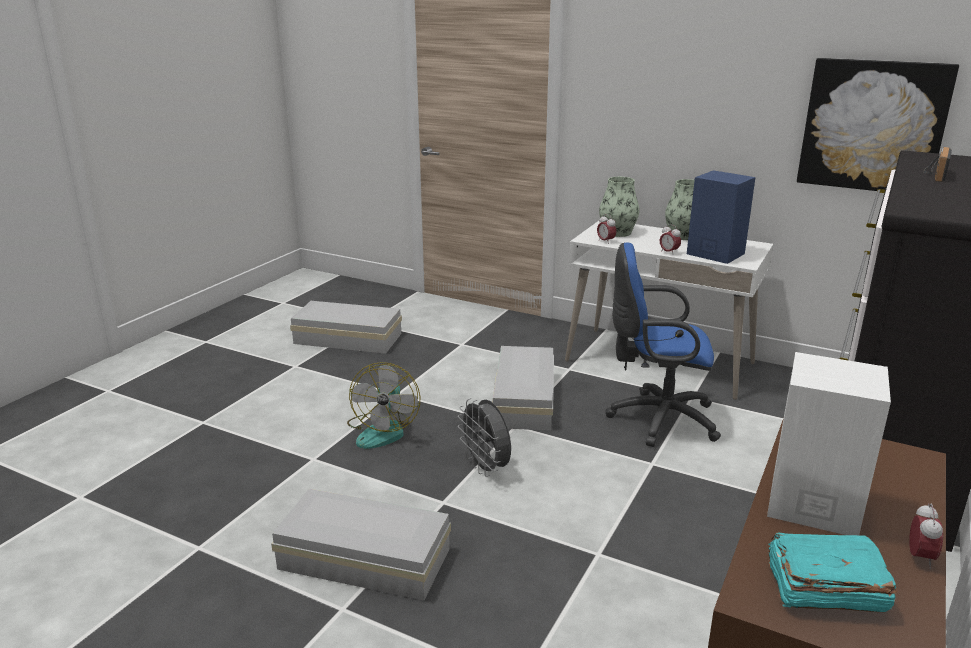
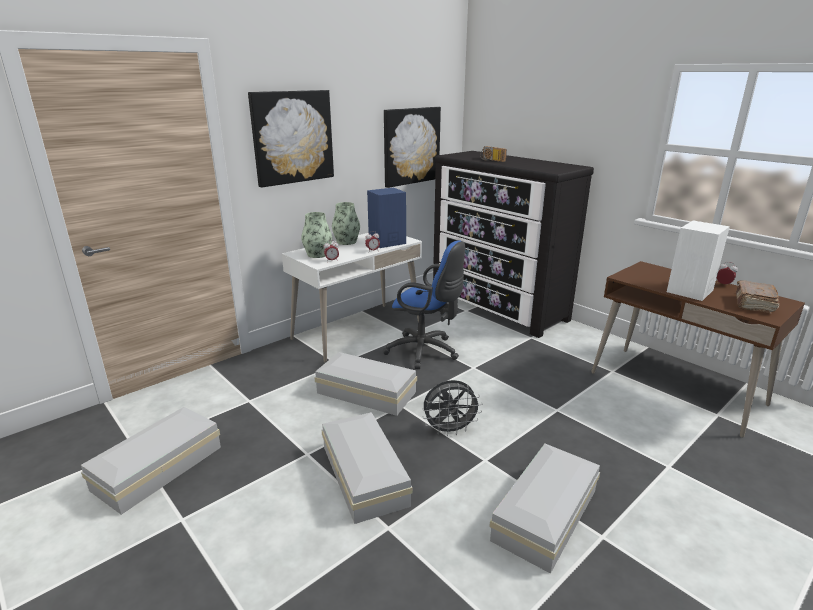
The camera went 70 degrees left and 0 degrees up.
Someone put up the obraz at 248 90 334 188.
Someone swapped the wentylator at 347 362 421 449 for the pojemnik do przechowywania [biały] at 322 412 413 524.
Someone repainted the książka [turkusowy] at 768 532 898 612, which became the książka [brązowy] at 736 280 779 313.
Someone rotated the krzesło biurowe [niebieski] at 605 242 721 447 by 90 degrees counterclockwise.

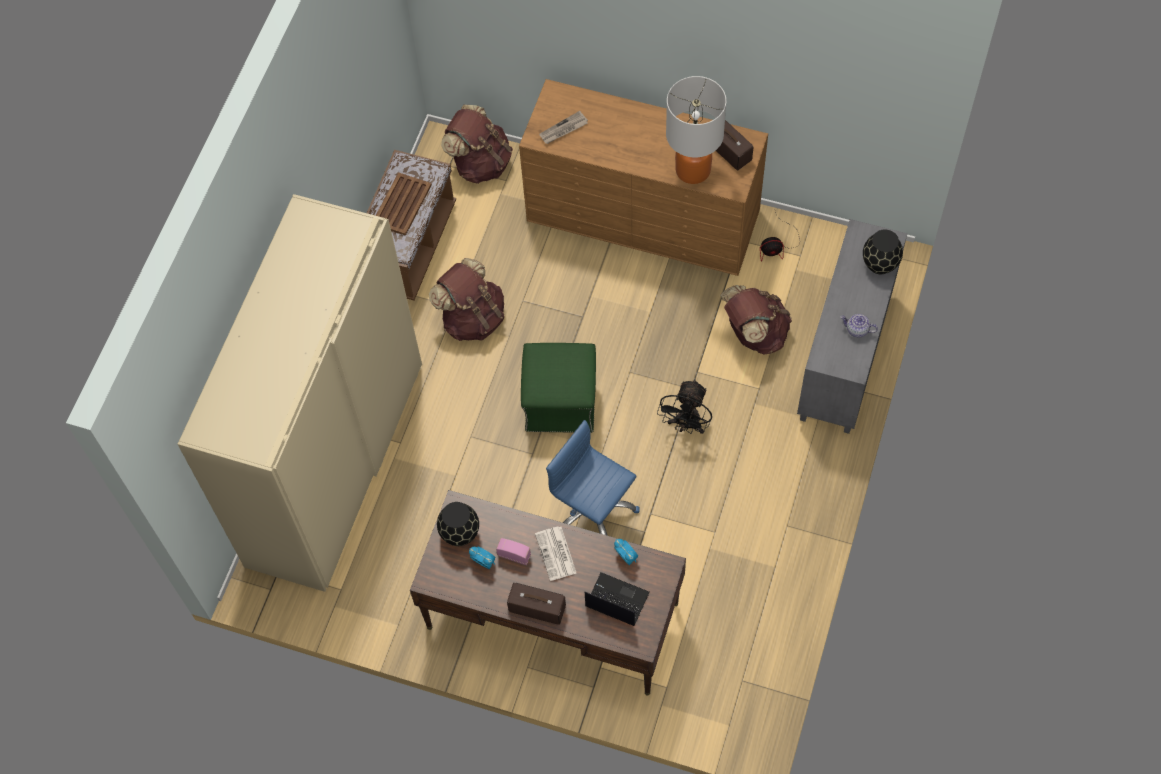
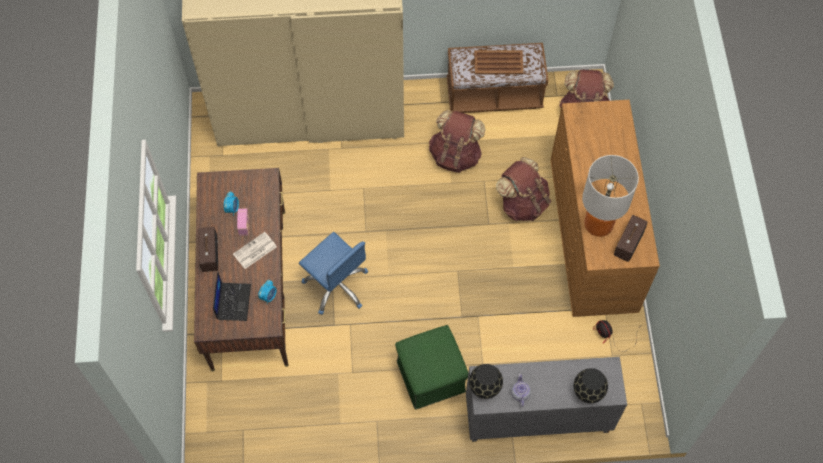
The camera went 65 degrees right and 0 degrees up.
Someone took away the gazeta at 539 111 588 144.
Someone took away the wentylator [czarny] at 657 379 712 434.
Someone carried the wazon [czarny] from 437 502 479 546 to 469 364 503 399.
Someone carried the pufa [zielony] from 521 343 596 433 to 395 325 468 410.
Someone carried the plecak [brązowy] from 720 285 792 355 to 496 157 551 221.
Someone rotated the krzesło biurowe [niebieski] at 546 420 640 535 by 120 degrees clockwise.

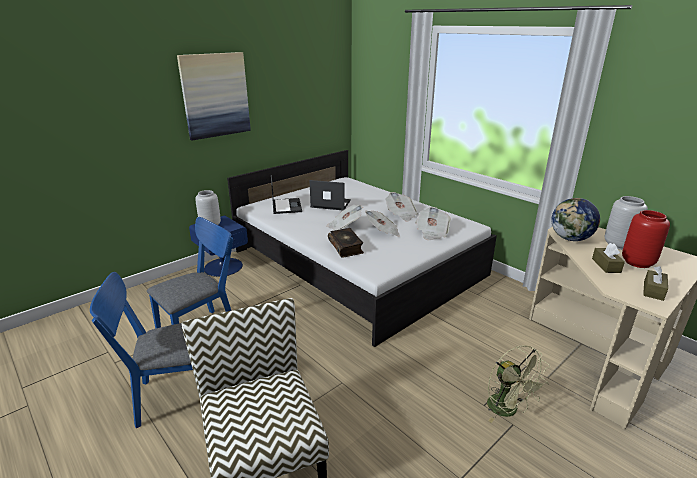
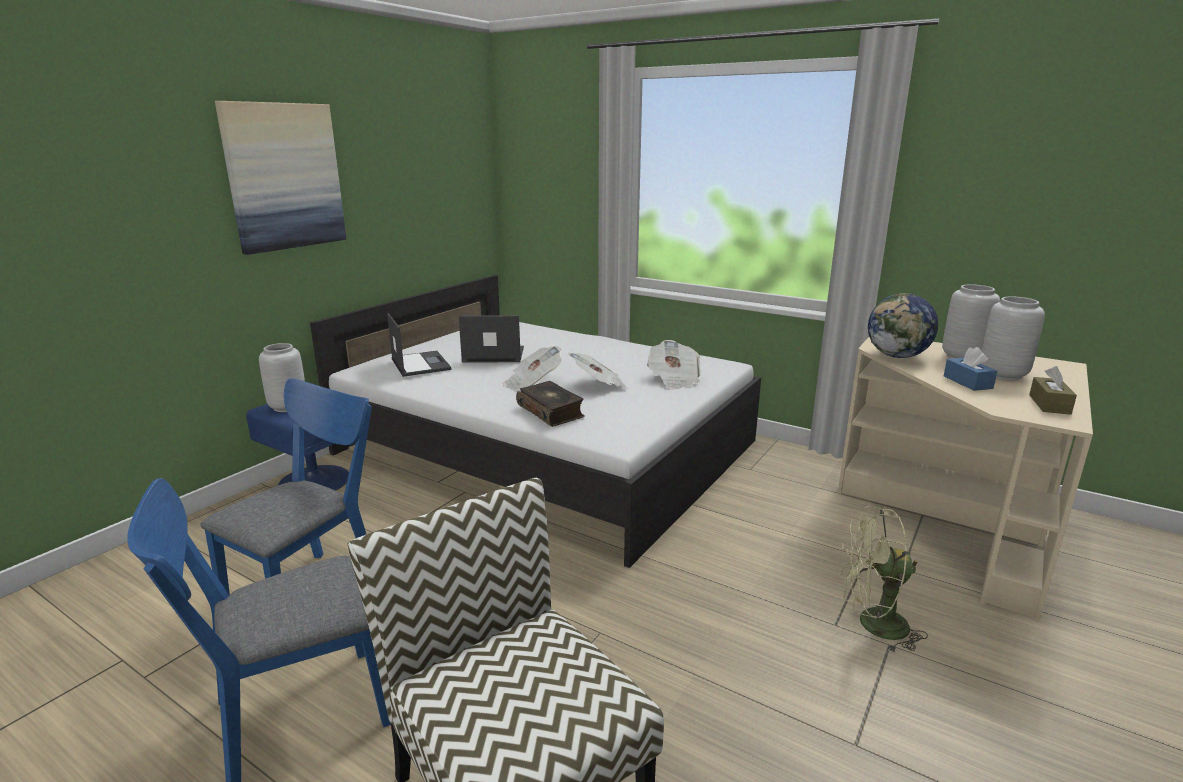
The camera went 15 degrees left and 5 degrees down.
Someone took away the gazeta at 385 192 418 222.
Someone repainted the pudełko chusteczek [brązowy] at 592 243 625 273, which became the pudełko chusteczek [niebieski] at 944 347 997 391.
Someone repainted the wazon [czerwony] at 622 210 670 268, which became the wazon [szary] at 981 297 1045 380.
Someone rotated the wentylator [zielony] at 487 345 550 423 by 135 degrees clockwise.

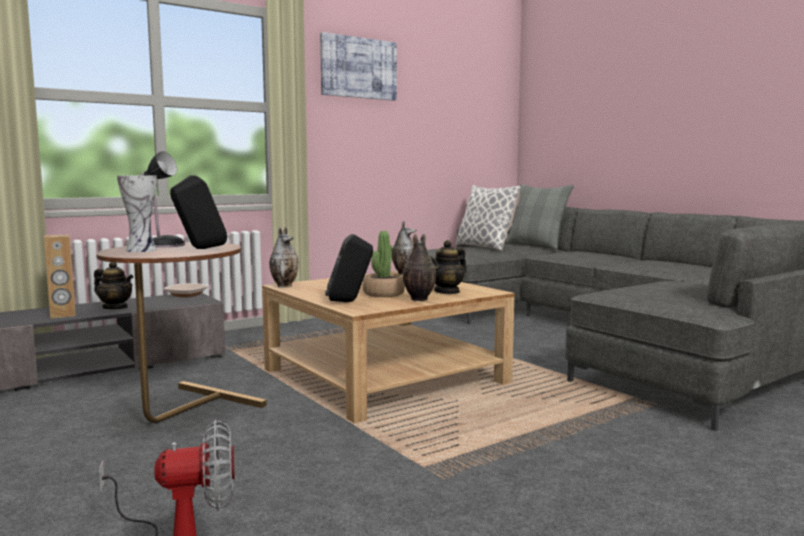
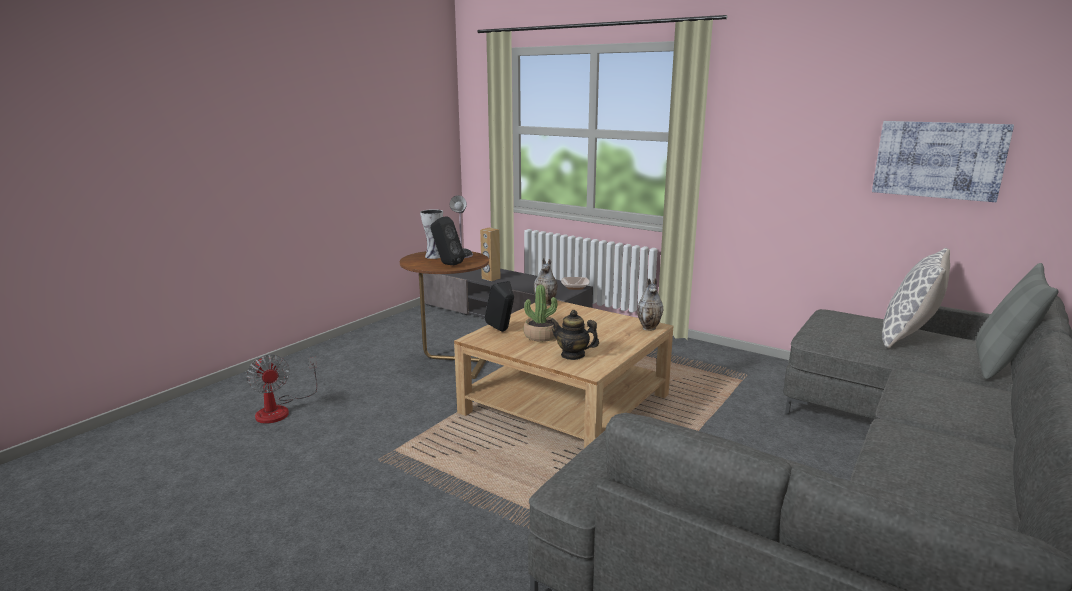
The camera went 70 degrees right and 10 degrees up.
Someone took away the imbryk at 94 262 134 309.
Someone took away the wazon at 403 233 436 301.
Someone carried the obraz from 320 32 397 101 to 872 121 1014 202.

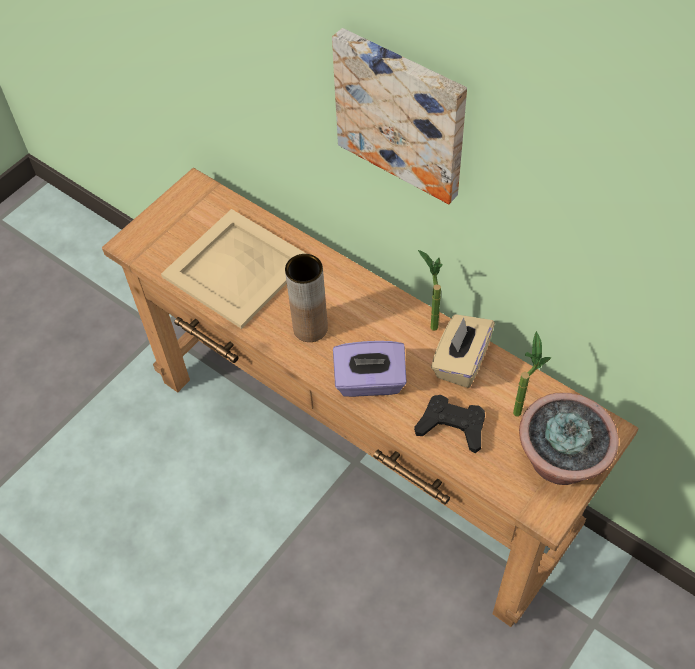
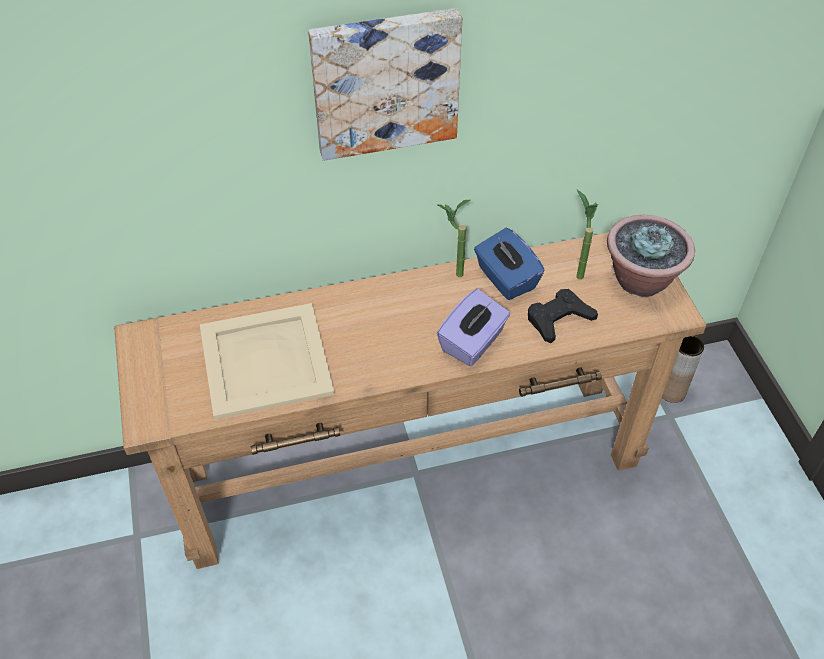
The camera went 55 degrees left and 5 degrees down.
Someone carried the wazon [brązowy] from 285 254 328 342 to 662 335 704 403.
Someone repainted the pudełko chusteczek [beżowy] at 431 314 495 388, which became the pudełko chusteczek [niebieski] at 474 228 545 300.

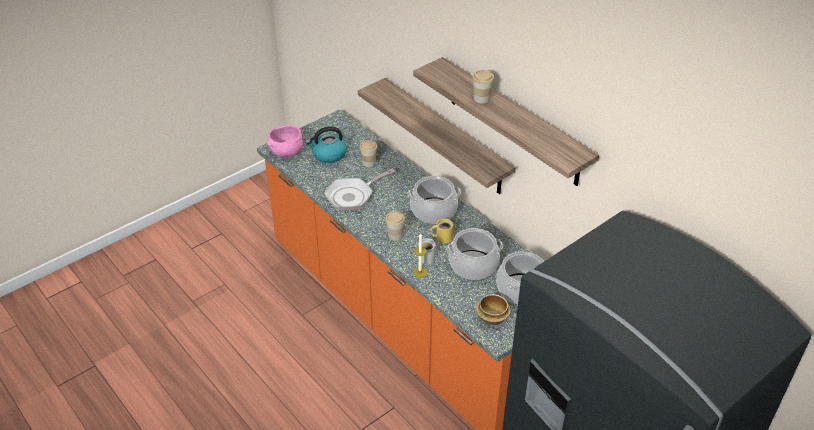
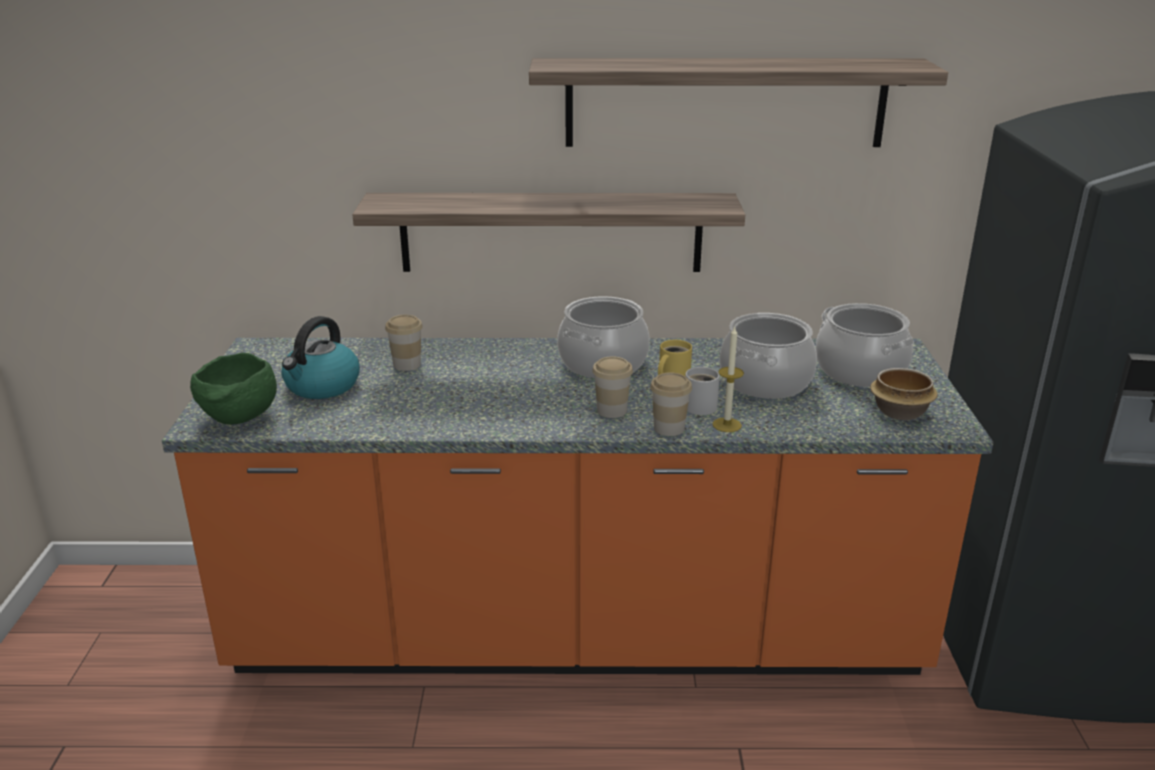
The camera went 50 degrees left and 15 degrees down.
Someone took away the patelnia at 324 168 395 211.
Someone carried the filiżanka from 472 70 494 103 to 650 372 692 436.
Someone repainted the miska [różowy] at 267 125 303 157, which became the miska [zielony] at 190 353 277 425.

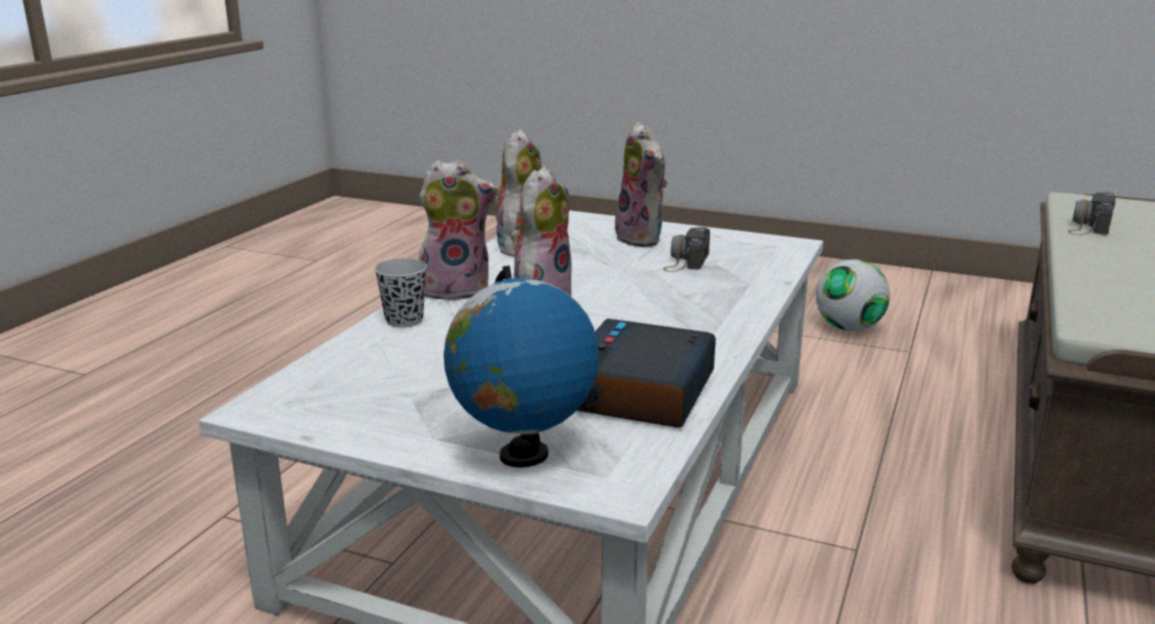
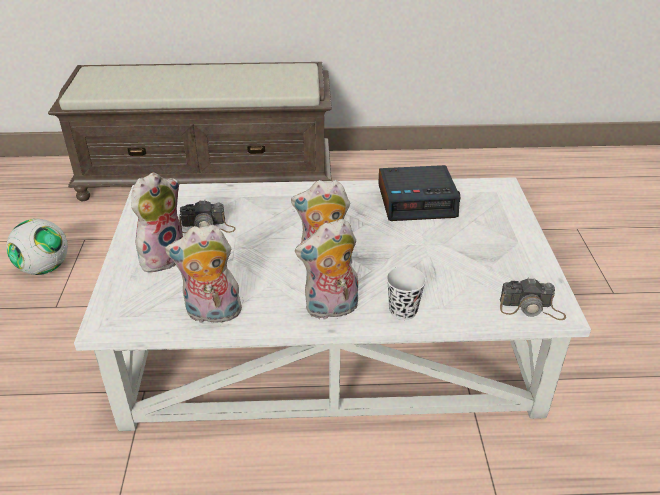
The camera went 115 degrees left and 15 degrees up.
Someone took away the globus at 444 266 599 468.
Someone carried the aparat fotograficzny from 1067 192 1115 235 to 500 278 566 320.
Someone repainted the filiżanka [czarny] at 374 258 427 328, which became the filiżanka [biały] at 386 266 426 320.
Someone rotated the pluszak at 419 160 498 301 by 75 degrees counterclockwise.

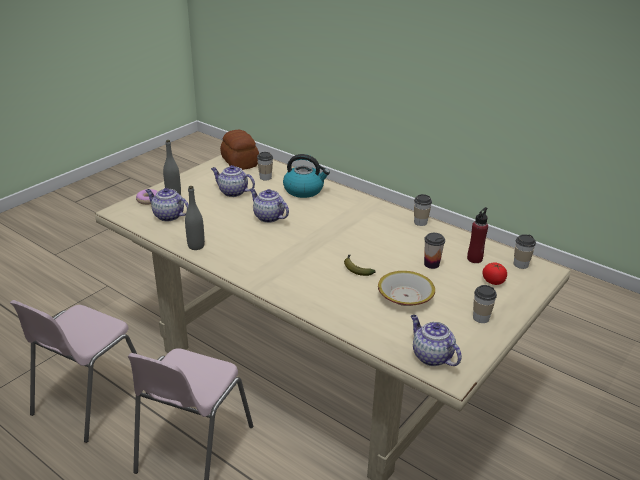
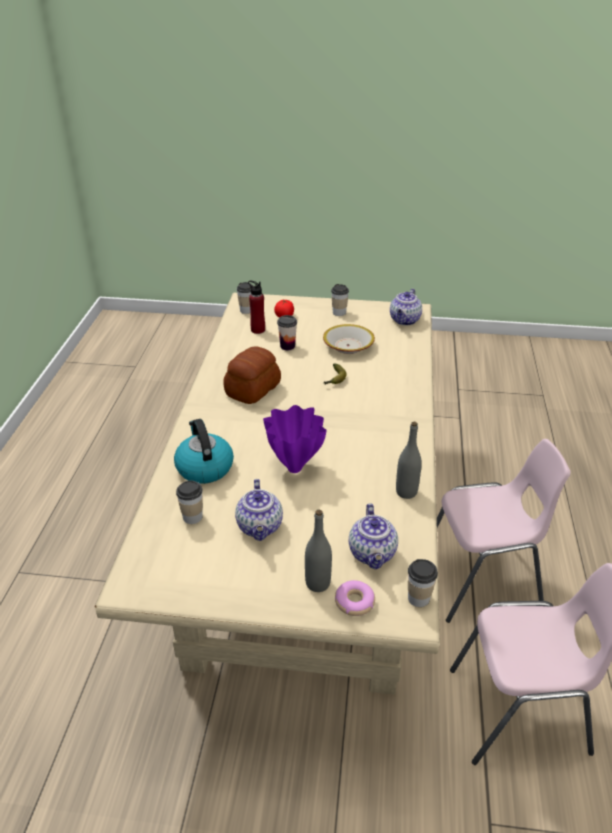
The camera went 120 degrees left and 5 degrees up.
Someone carried the chleb from 220 130 259 170 to 223 346 281 404.
Someone carried the filiżanka from 414 194 432 226 to 408 559 438 607.
Someone swapped the imbryk at 250 188 289 223 for the wazon [fioletowy] at 263 405 326 473.

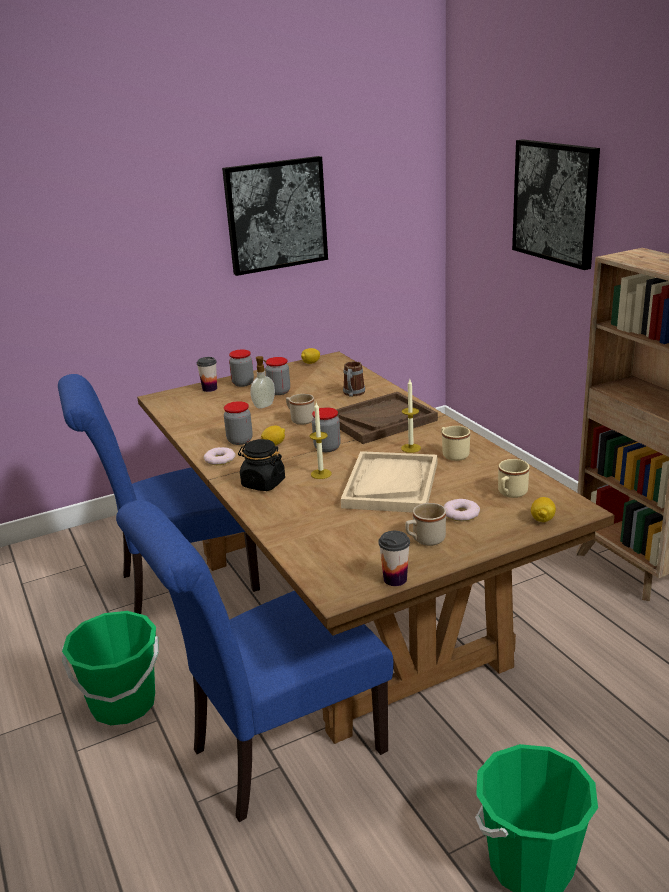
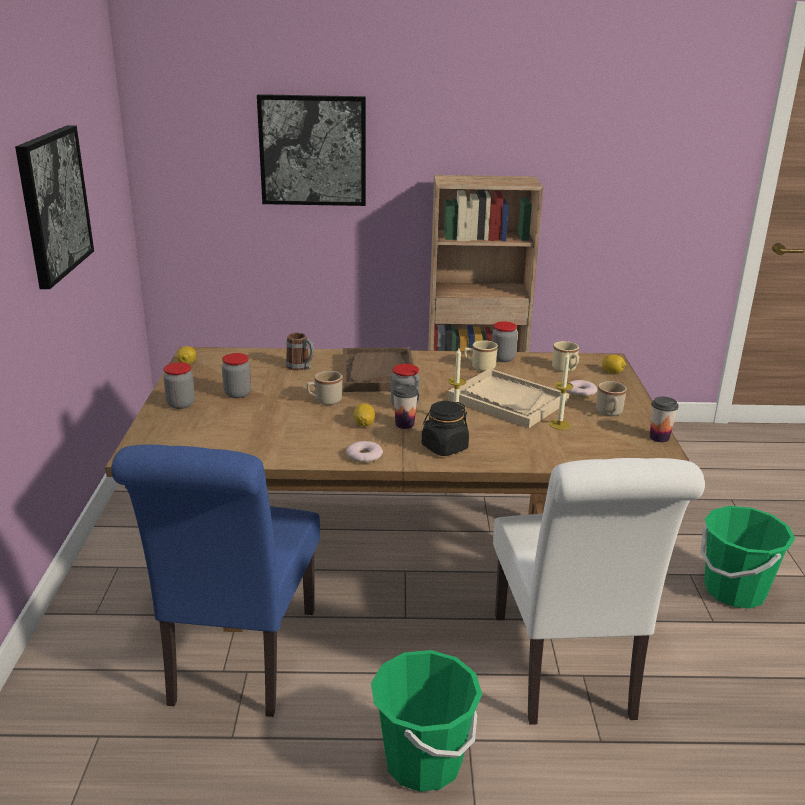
The camera went 65 degrees left and 0 degrees up.
Someone took away the dozownik mydła at 250 356 275 409.
Someone carried the filiżanka from 197 357 217 392 to 393 384 418 429.
Someone carried the słoik from 224 401 253 445 to 492 321 517 362.
Someone carried the świeca from 401 379 421 453 to 549 352 573 430.
Someone repainted the krzesło [niebieski] at 116 500 394 822, which became the krzesło [biały] at 493 458 705 725.

